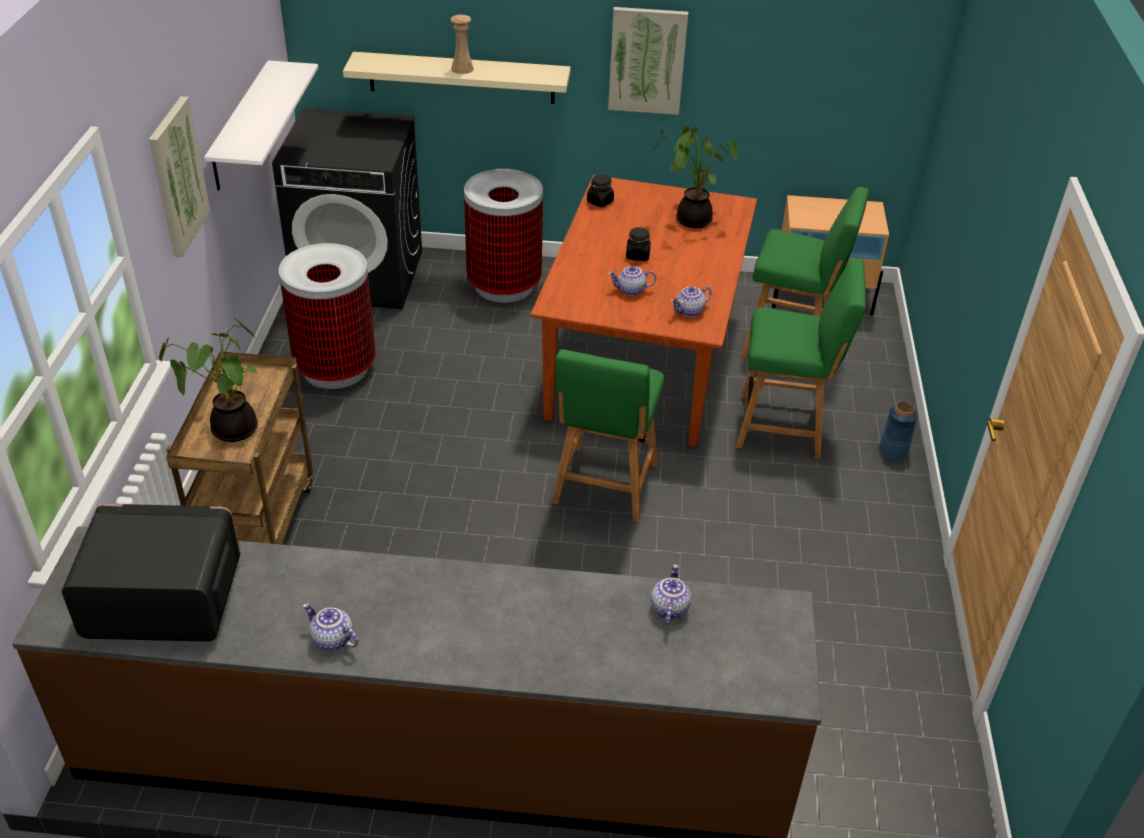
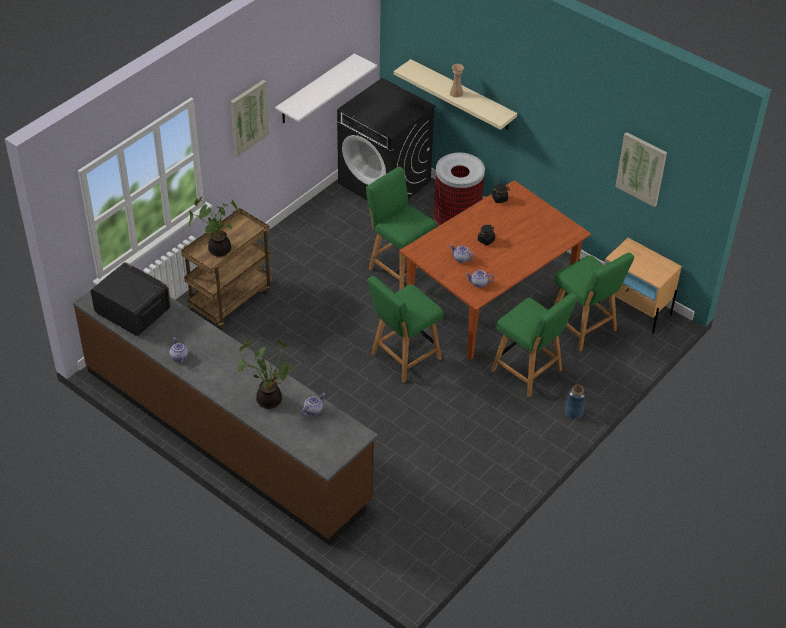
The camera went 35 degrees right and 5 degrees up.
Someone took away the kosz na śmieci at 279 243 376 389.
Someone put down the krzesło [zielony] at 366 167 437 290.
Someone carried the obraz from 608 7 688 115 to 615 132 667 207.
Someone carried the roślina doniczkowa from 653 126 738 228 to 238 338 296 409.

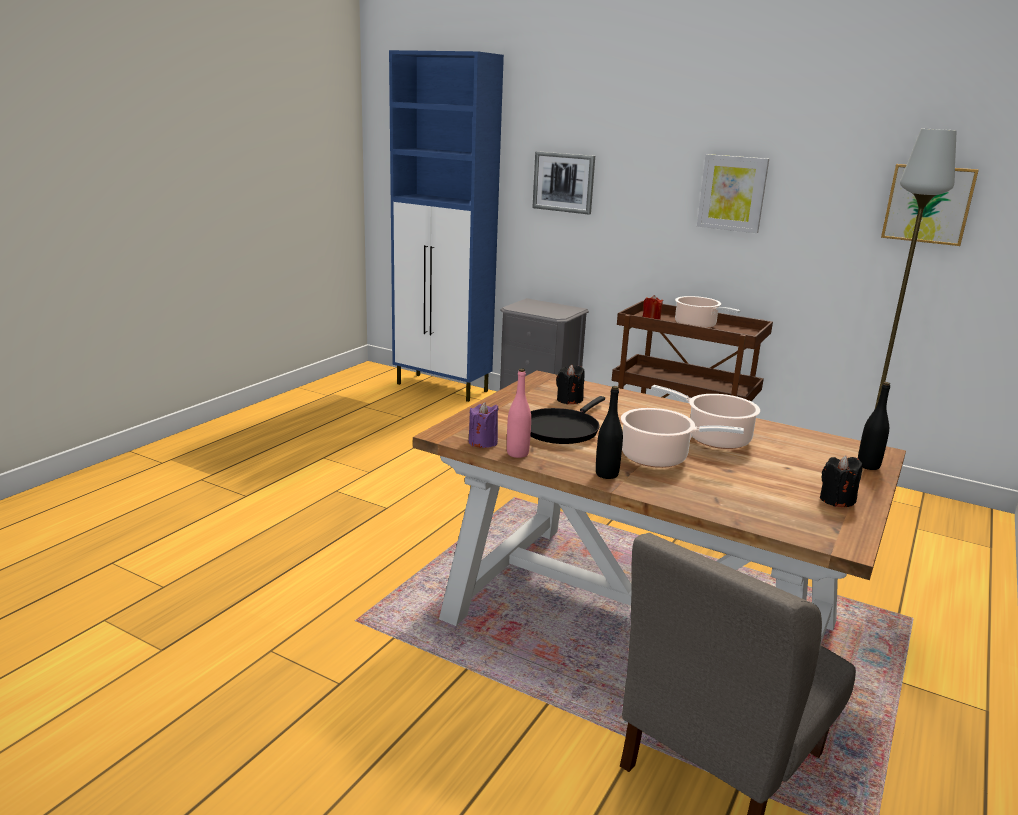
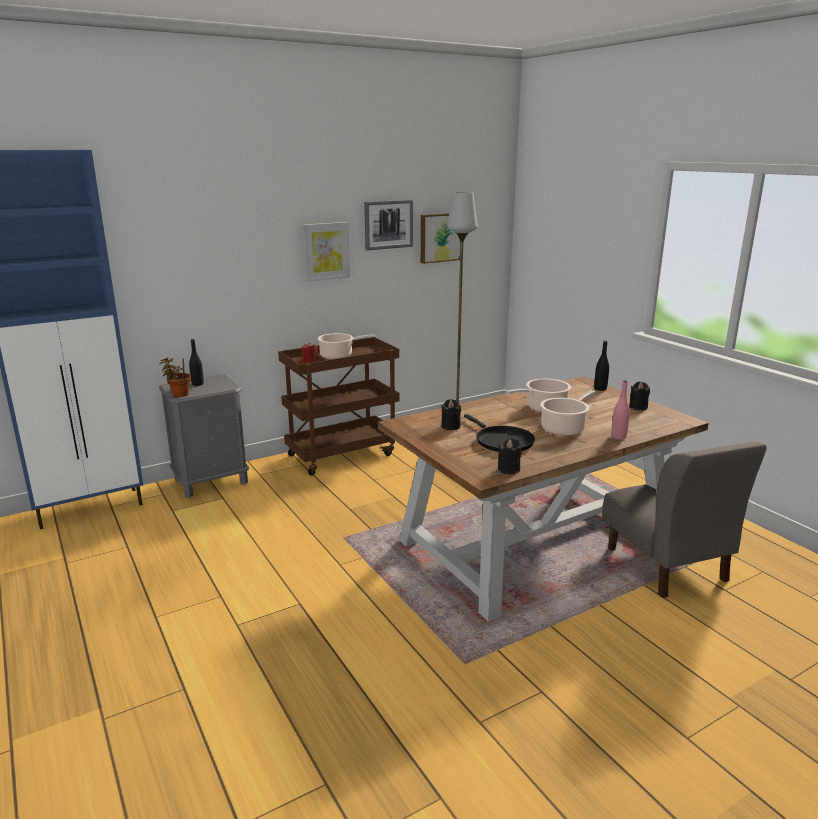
The camera went 60 degrees left and 0 degrees up.
Someone put down the roślina doniczkowa at 160 357 191 397.
Someone carried the butelka [różowy] from 507 369 531 458 to 611 380 630 440.
Someone carried the obraz from 533 151 595 214 to 364 200 413 250.
Someone carried the butelka [czarny] from 596 386 623 479 to 189 339 204 386.
Someone repainted the świeca [fioletowy] at 469 402 499 448, which became the świeca [czarny] at 498 438 522 474.

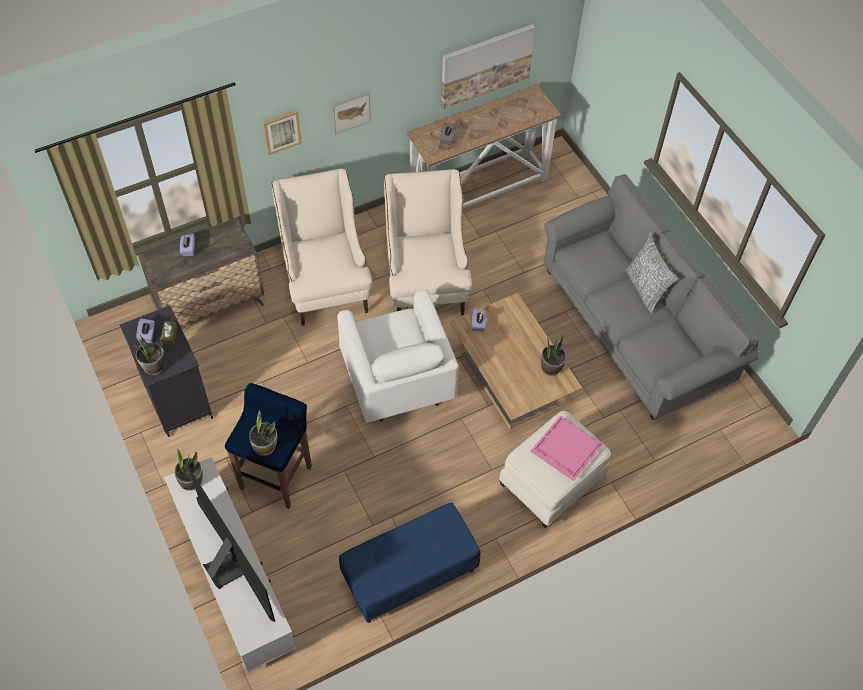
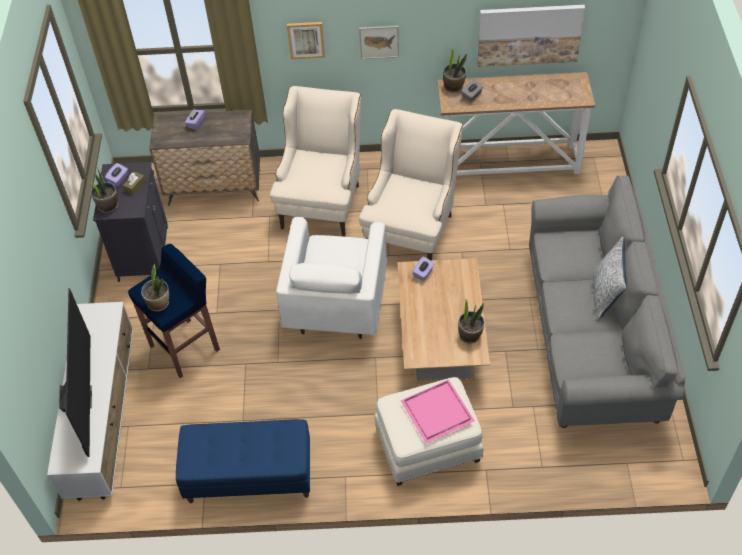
The camera went 30 degrees right and 5 degrees down.
Someone carried the roślina doniczkowa from 174 449 203 491 to 443 46 467 93.

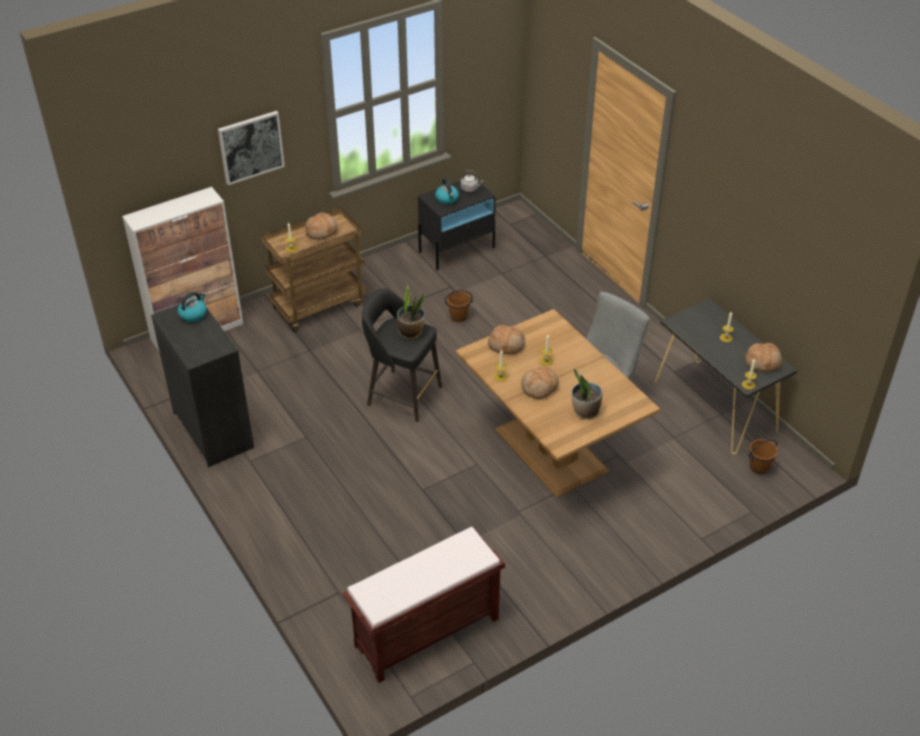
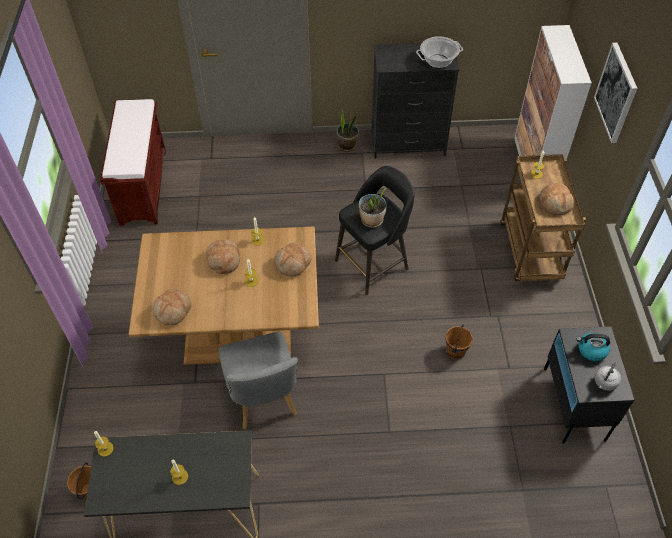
The camera went 120 degrees right and 10 degrees up.
Someone carried the roślina doniczkowa from 572 369 603 419 to 337 110 359 152.
Someone carried the chleb from 745 343 782 372 to 153 289 191 325.
Someone swapped the czajnik at 178 292 207 322 for the garnek at 416 36 463 68.

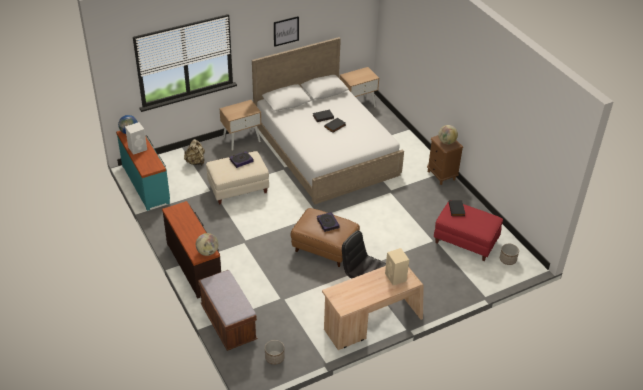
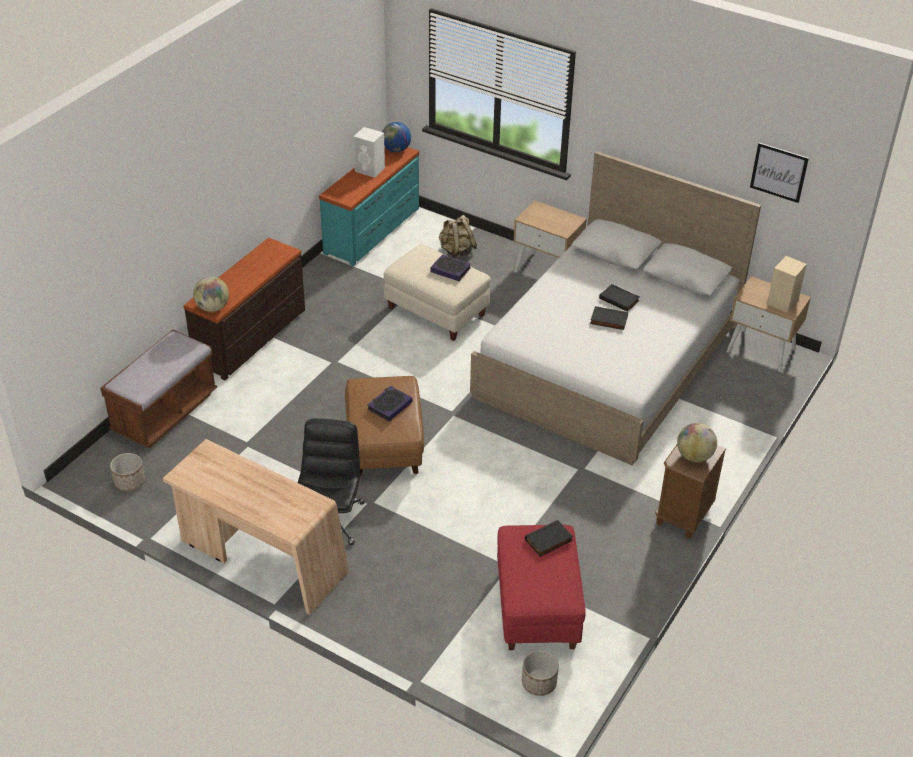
The camera went 60 degrees right and 0 degrees up.
Someone carried the obraz from 274 16 299 47 to 750 143 809 203.
Someone carried the głośnik [beżowy] from 385 248 409 285 to 767 256 807 313.

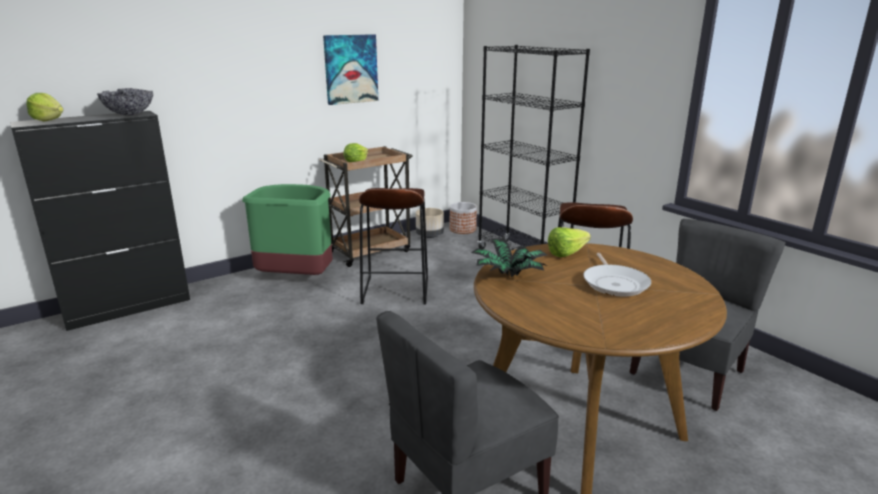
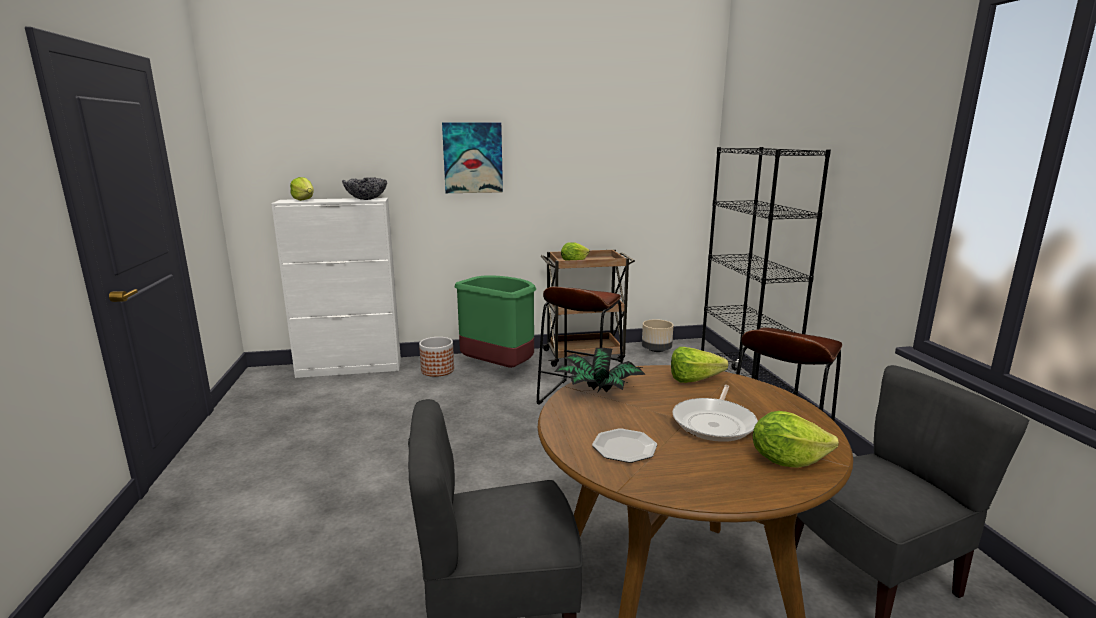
The camera went 25 degrees right and 5 degrees down.
Someone put down the talerz at 592 428 657 463.
Someone put down the sałata at 753 411 839 468.
Someone carried the obraz from 323 34 378 105 to 442 122 503 193.
Someone carried the donica from 450 202 477 234 to 419 337 454 377.
Someone repainted the szafka [czarny] at 10 111 190 331, which became the szafka [biały] at 271 198 401 378.

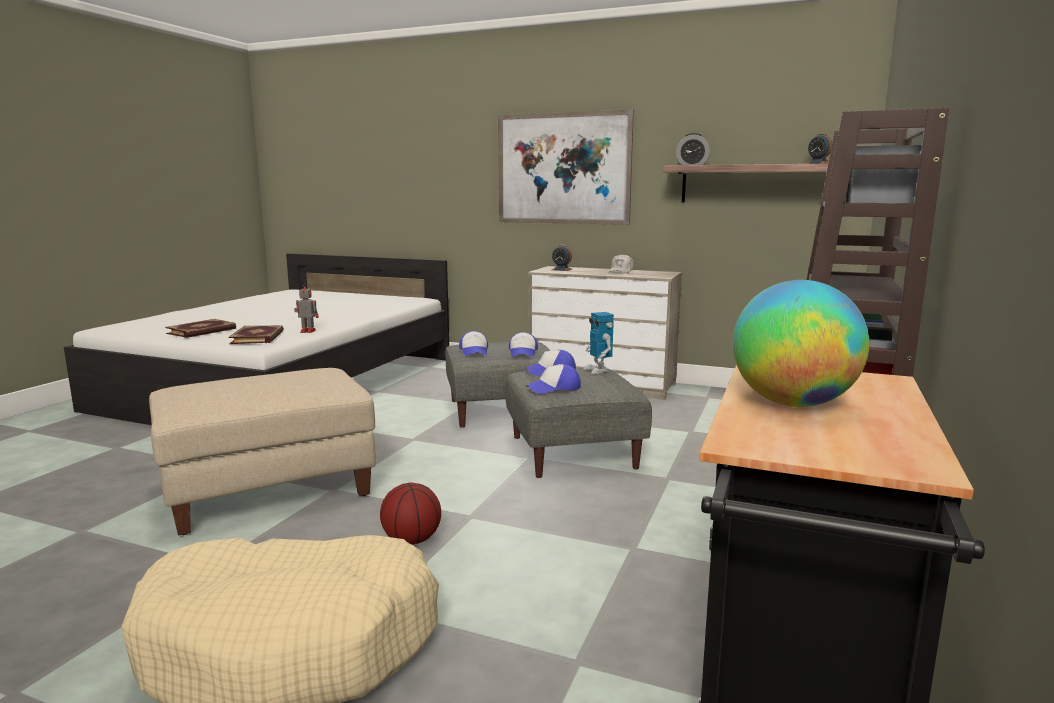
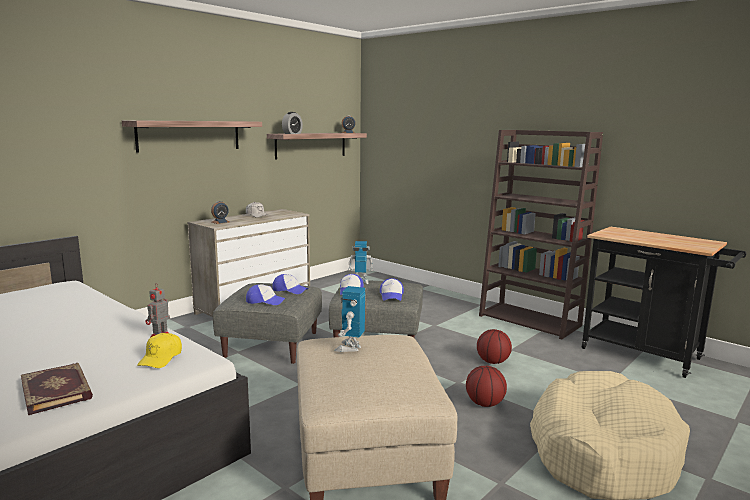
The camera went 70 degrees left and 0 degrees up.
Someone took away the globus at 733 280 869 407.
Someone put down the robot zabawkowy at 335 286 365 352.
Someone put down the piłka do koszykówki at 477 329 512 364.
Someone swapped the książka at 229 325 284 344 for the czapka z daszkiem [żółty] at 137 333 182 368.
Someone swapped the obraz at 498 110 634 225 for the półka at 122 120 262 153.

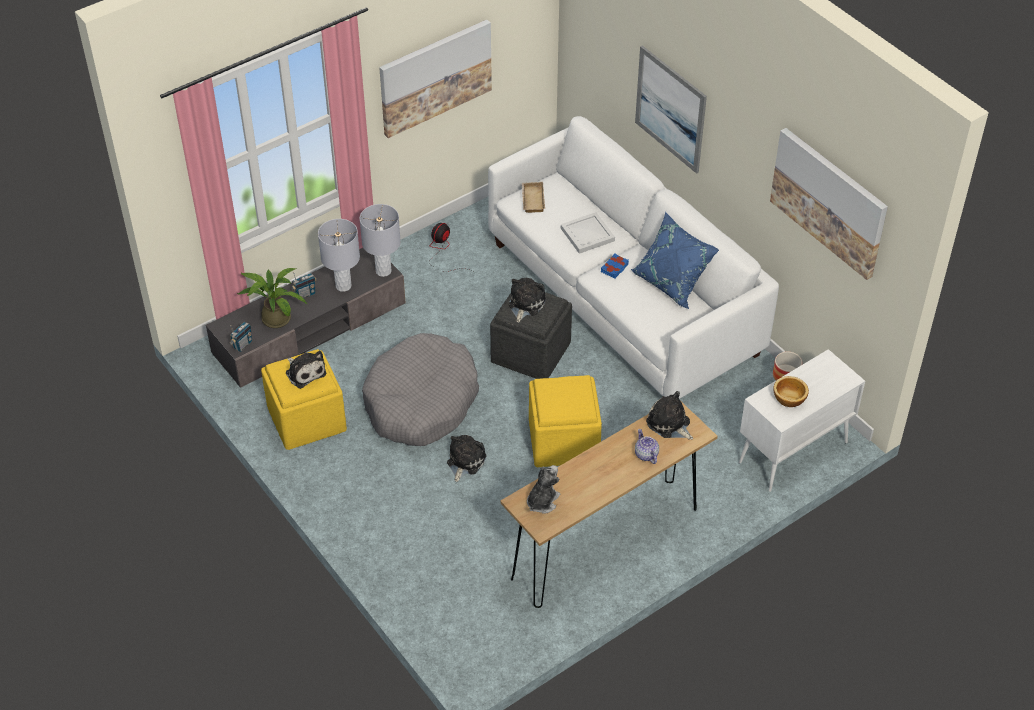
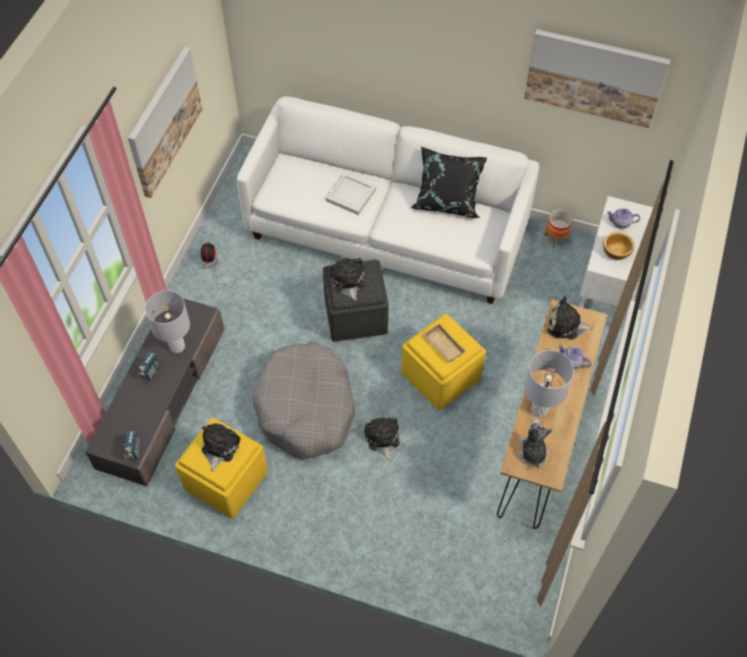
The camera went 35 degrees left and 10 degrees up.
Someone took away the roślina doniczkowa at 237 268 308 328.
Someone took away the książka [niebieski] at 601 253 629 279.
Someone took away the obraz at 635 45 707 174.
Someone put down the imbryk at 607 208 640 229.
Someone carried the lampa stołowa [szary] from 360 204 401 277 to 524 350 574 417.
Someone carried the taca [beżowy] from 522 182 545 213 to 423 323 466 363.
Someone repainted the poduszka [niebieski] at 631 212 719 309, which became the poduszka [czarny] at 410 147 487 218.
Someone rotated the pluszak at 285 351 326 389 by 90 degrees counterclockwise.

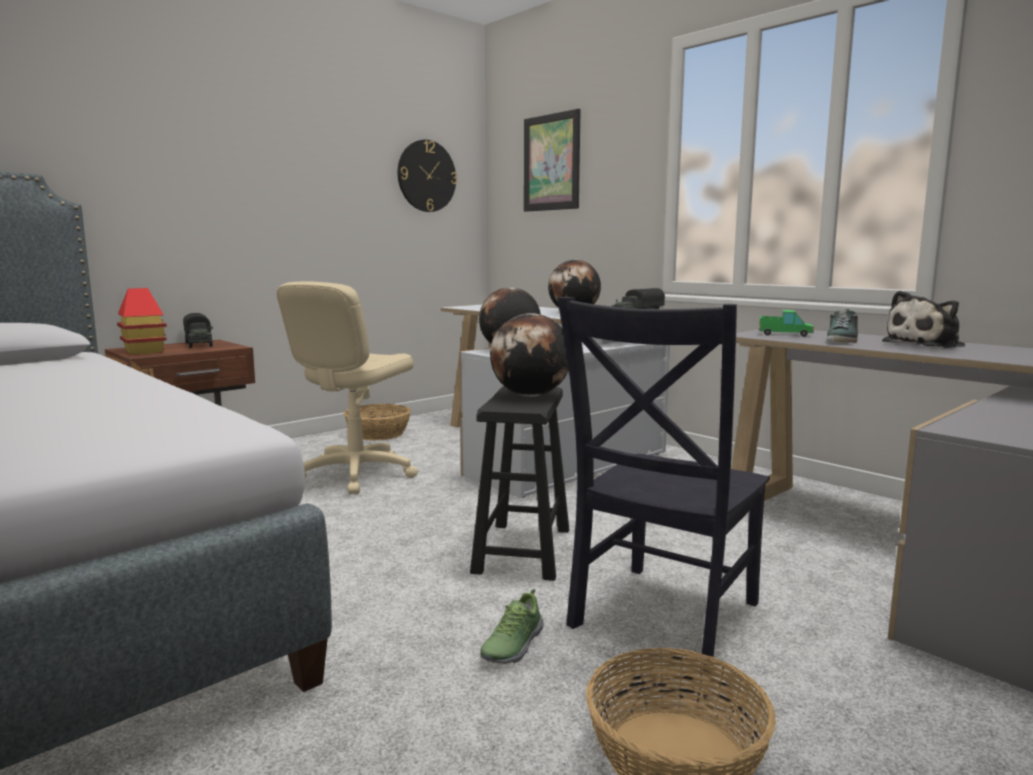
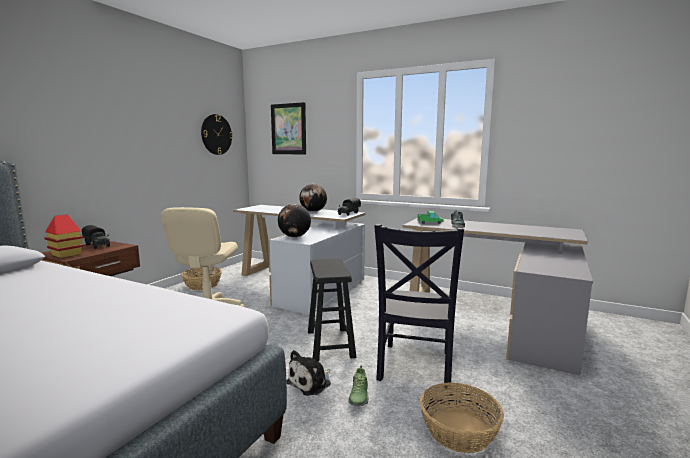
The camera went 20 degrees left and 0 degrees up.
Someone took away the globus at 490 313 569 396.
Someone carried the pluszak from 882 291 965 348 to 286 350 331 396.

